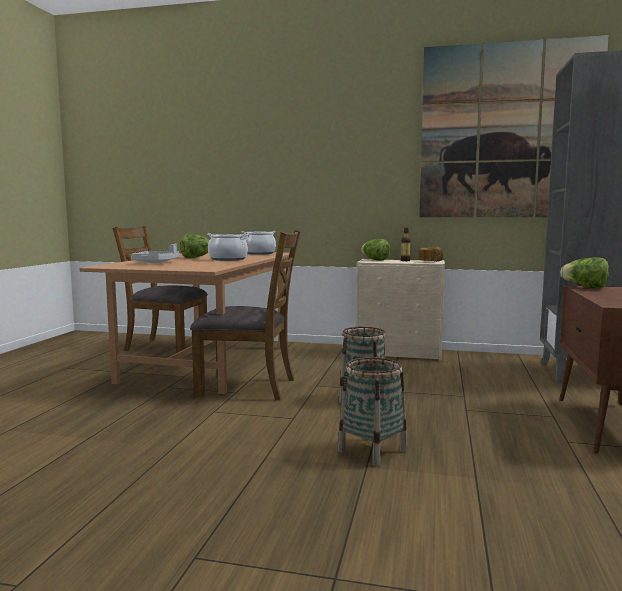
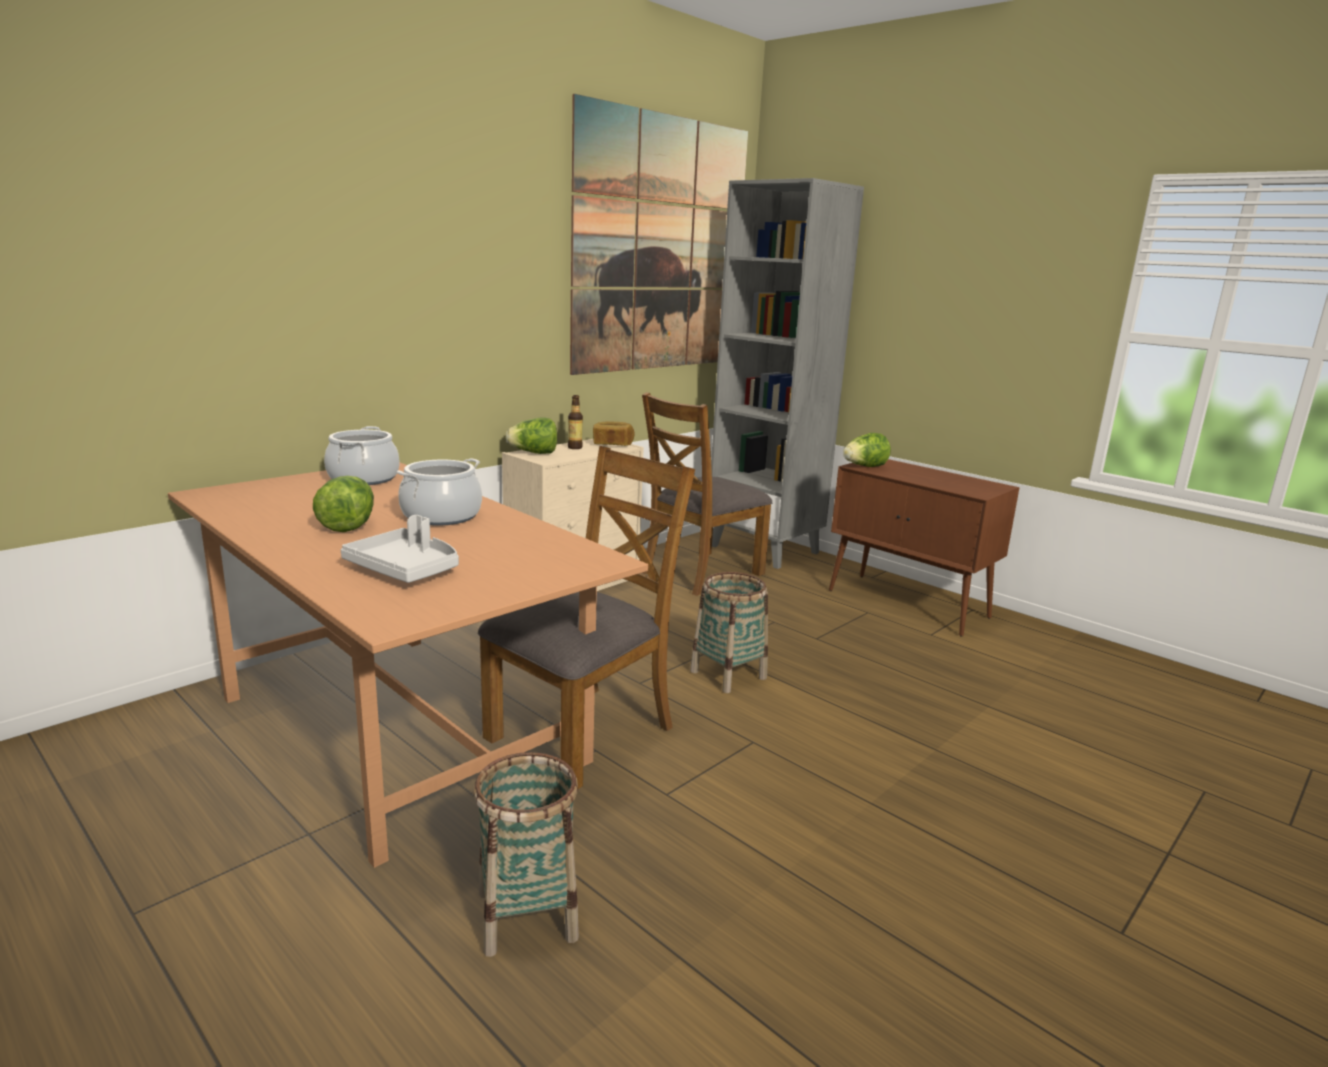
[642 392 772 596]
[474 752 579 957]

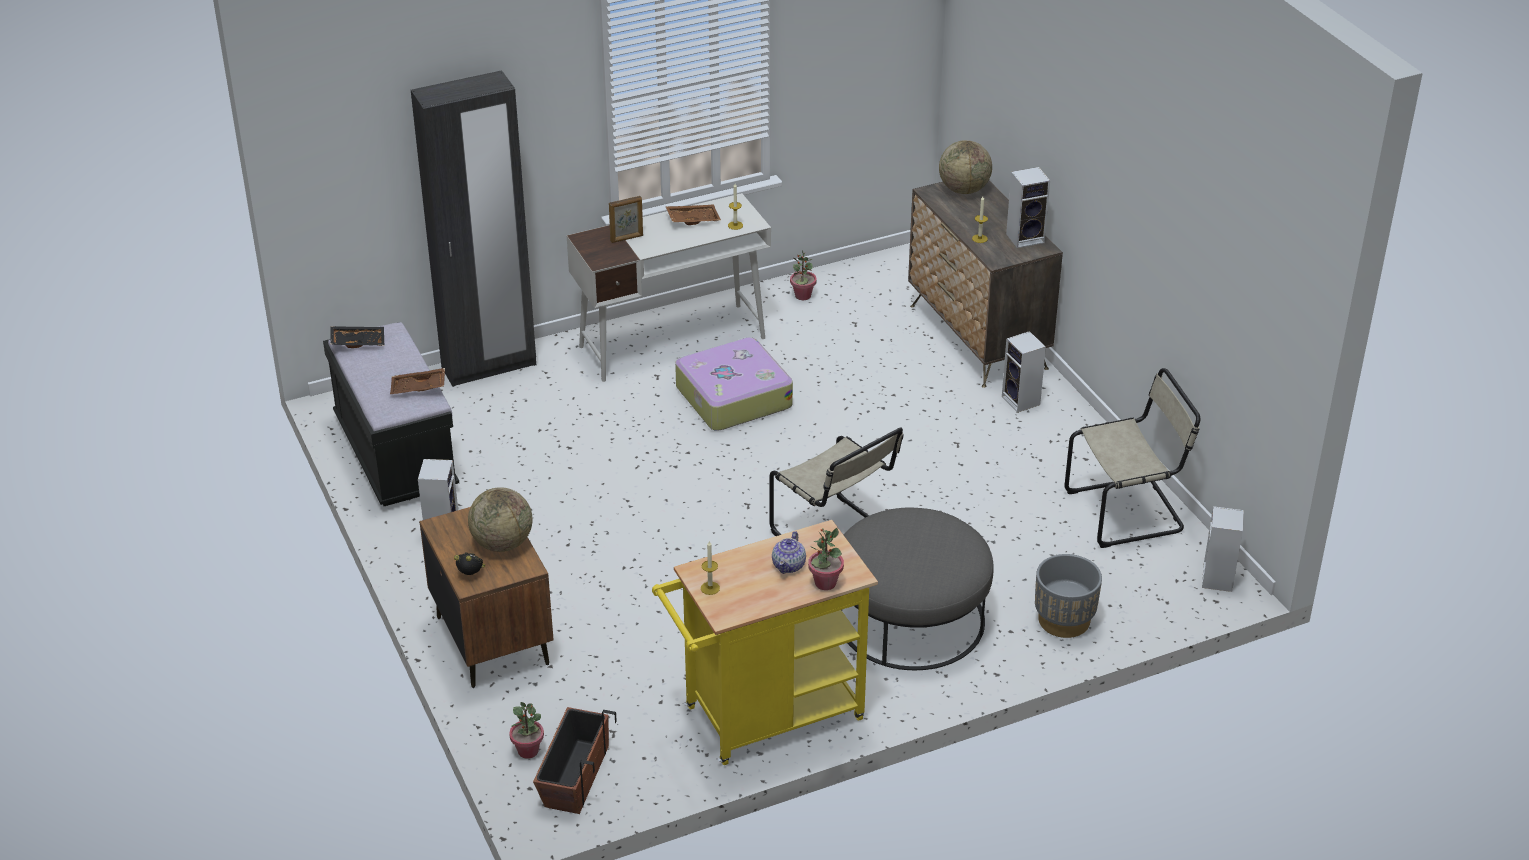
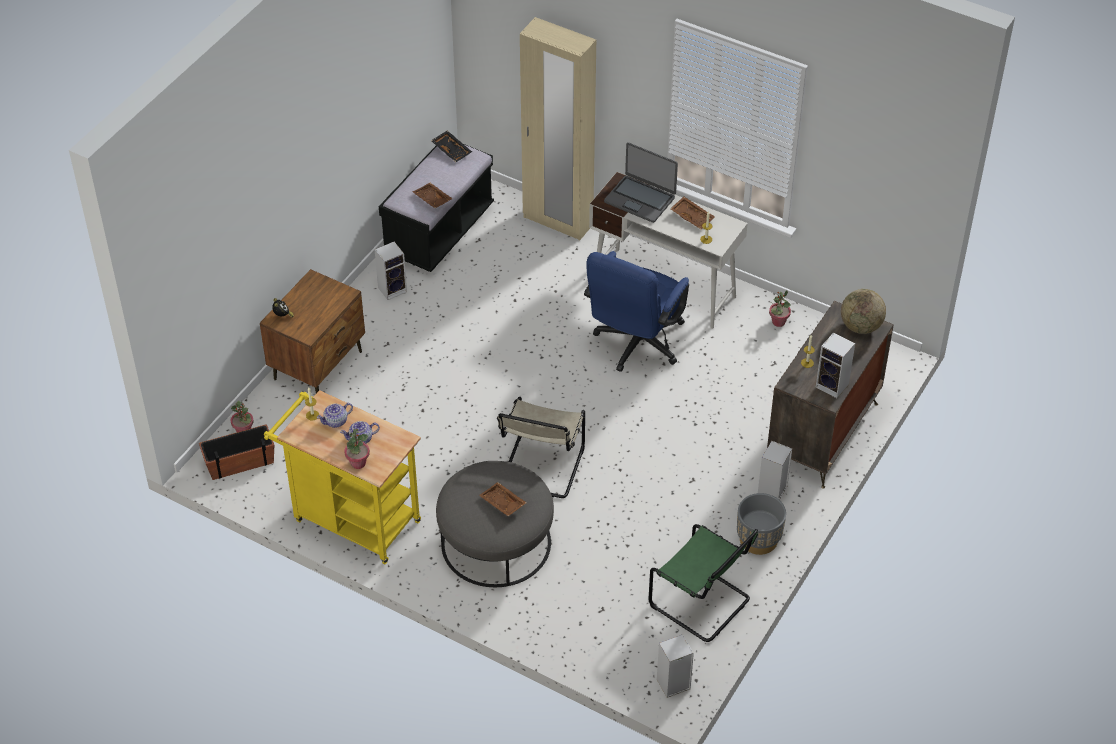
[520 17 596 241]
[468 487 533 552] (first image)
[604 142 678 223]
[584 251 689 372]
[737 493 786 555]
[649 524 758 642]
[317 403 353 428]
[479 482 527 516]

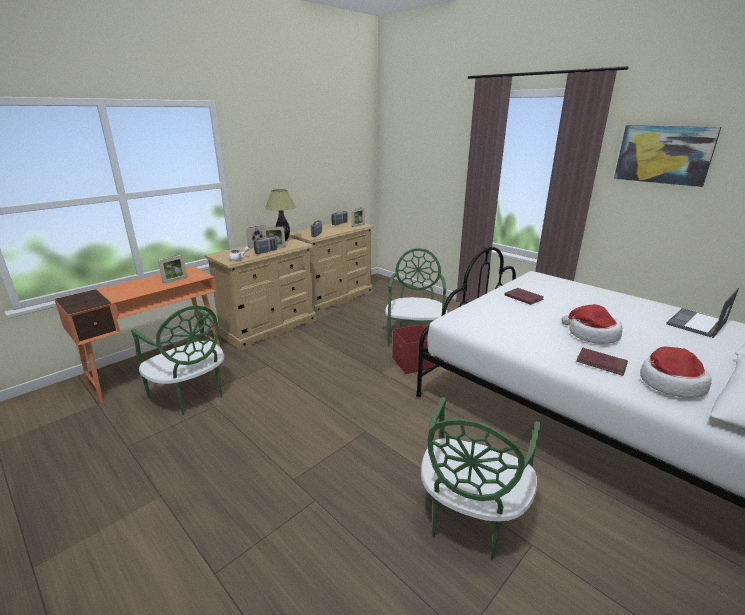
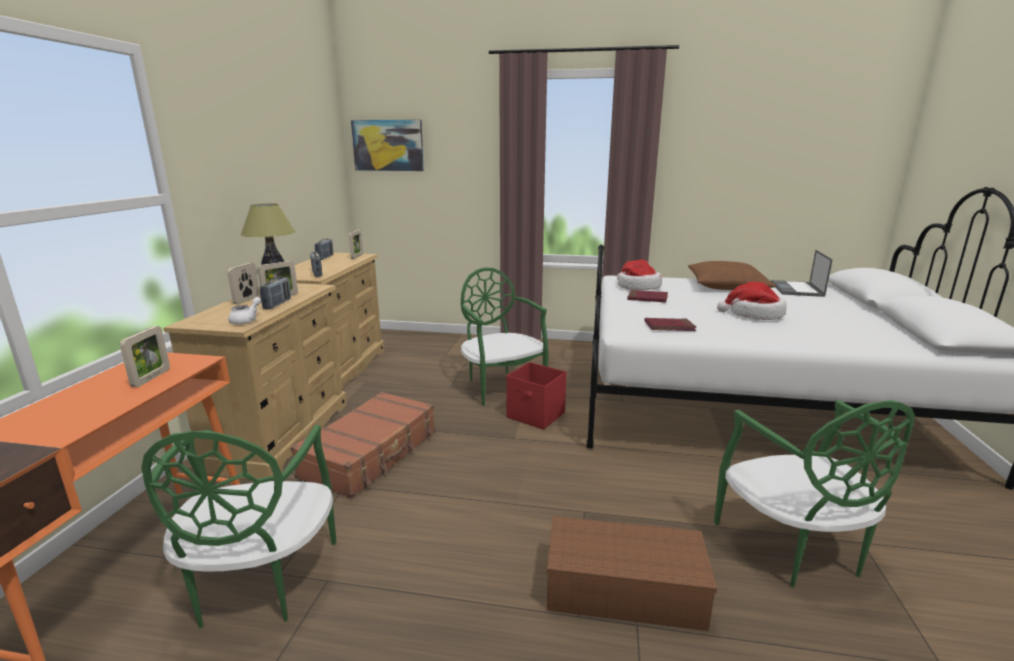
[141 425 336 628]
[645 318 696 331]
[351 120 424 171]
[617 260 662 290]
[290 392 435 499]
[547 516 717 631]
[688 261 776 290]

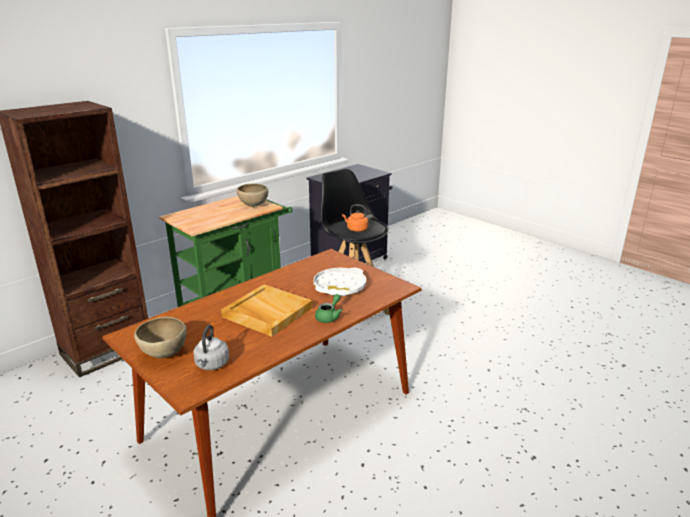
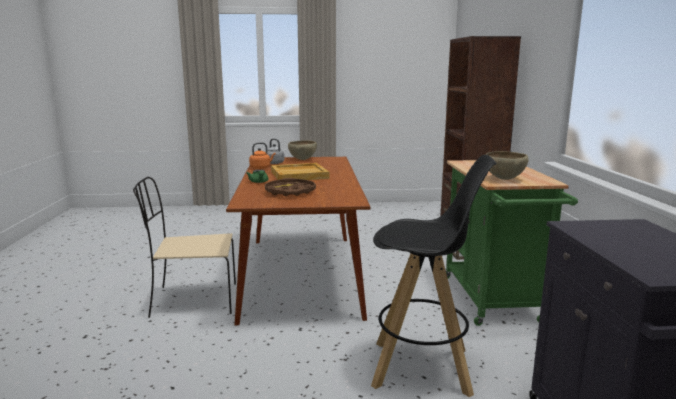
[265 178 316 196]
[249 142 276 169]
[133 177 236 318]

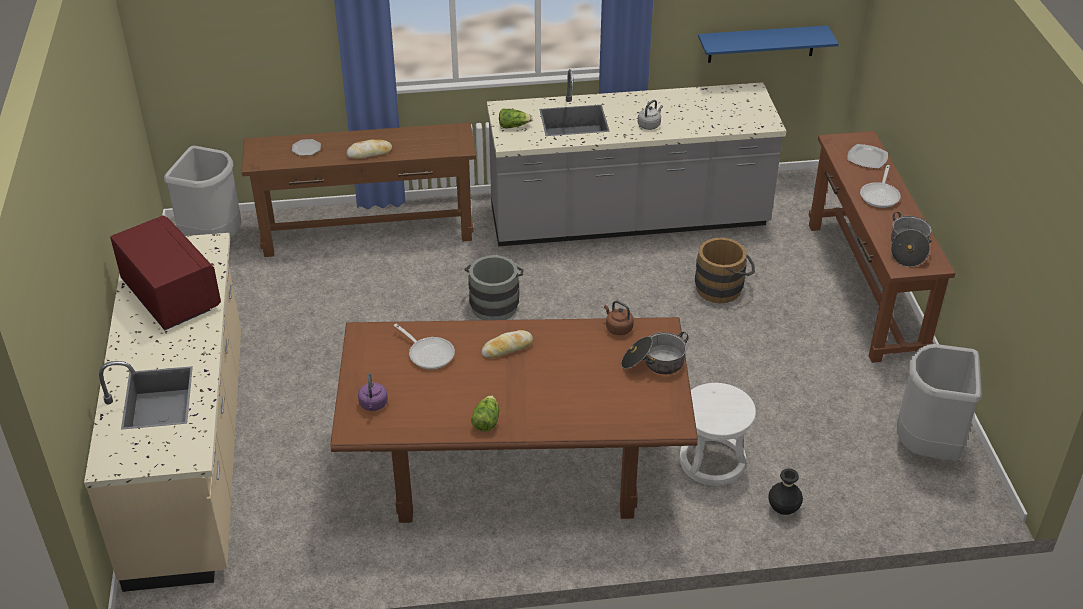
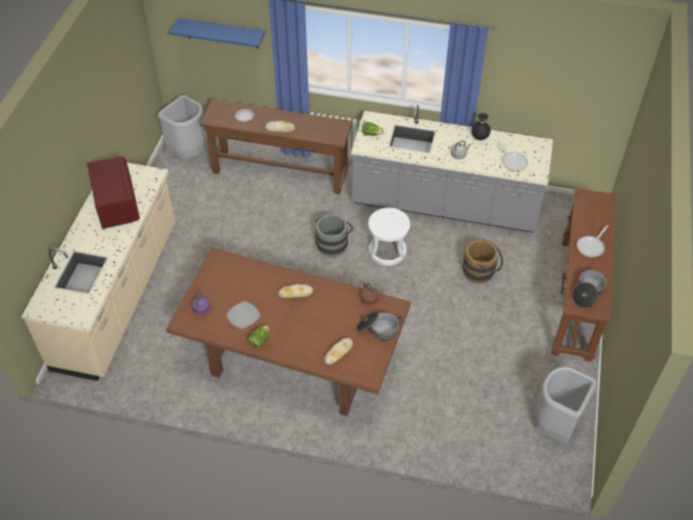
[498 140 528 171]
[368 208 410 266]
[169 18 265 48]
[471 113 491 140]
[226 301 261 329]
[324 338 353 364]

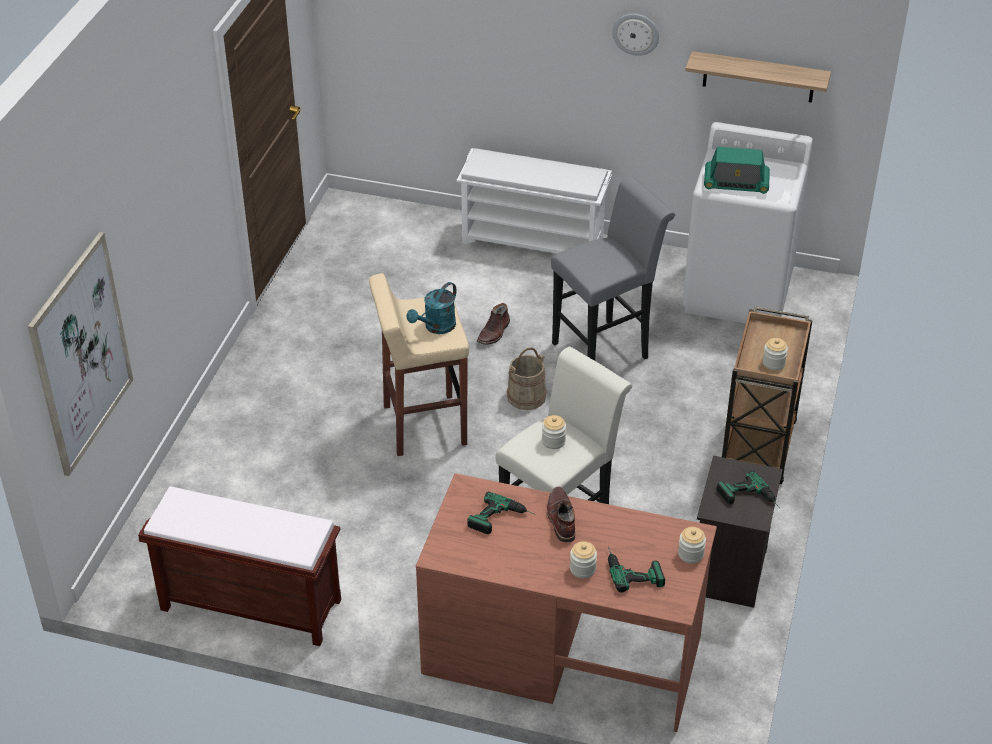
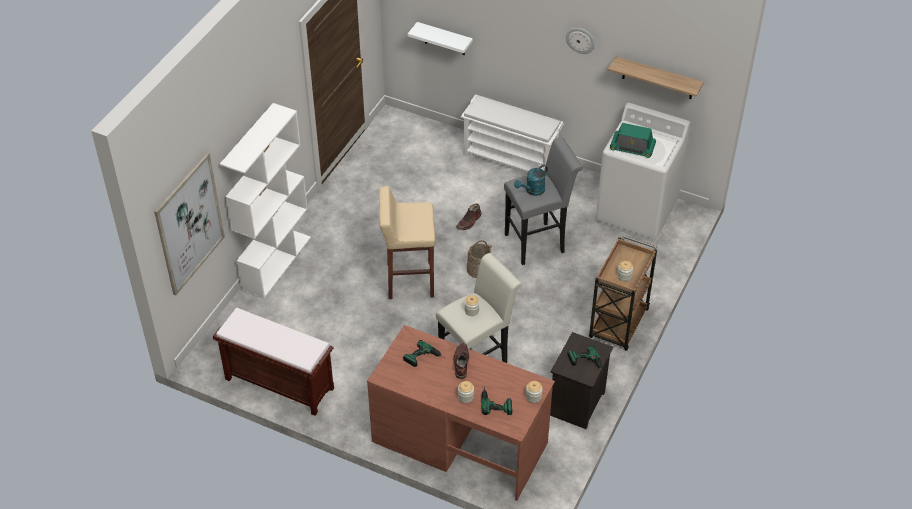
[514 165 548 196]
[220 103 311 299]
[408 22 473 55]

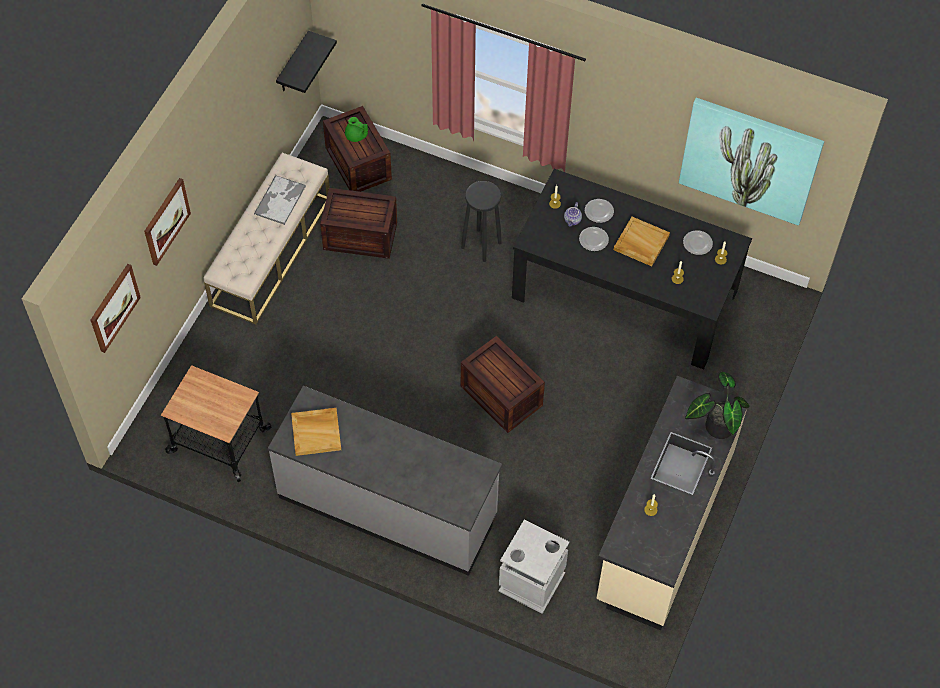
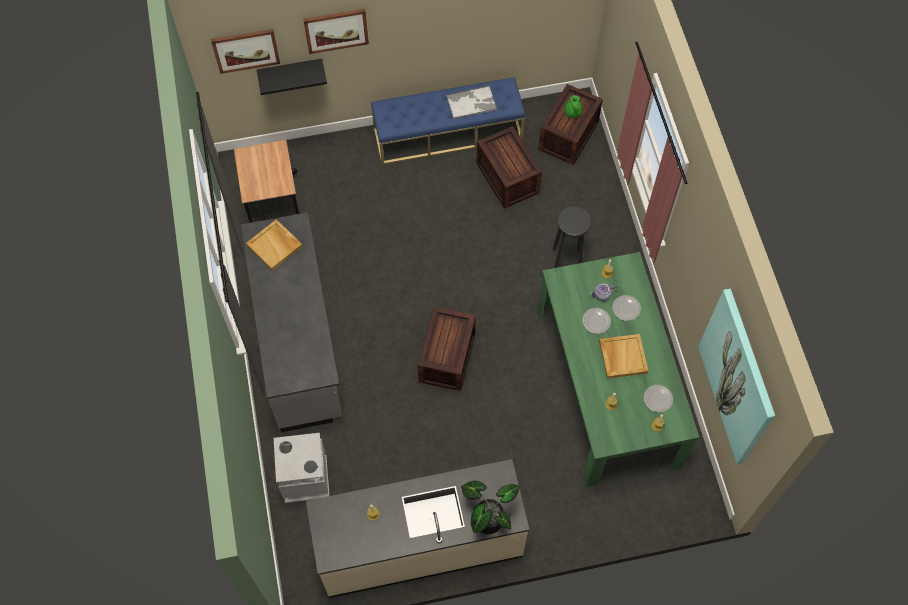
[371 77 525 165]
[257 59 327 95]
[538 252 699 487]

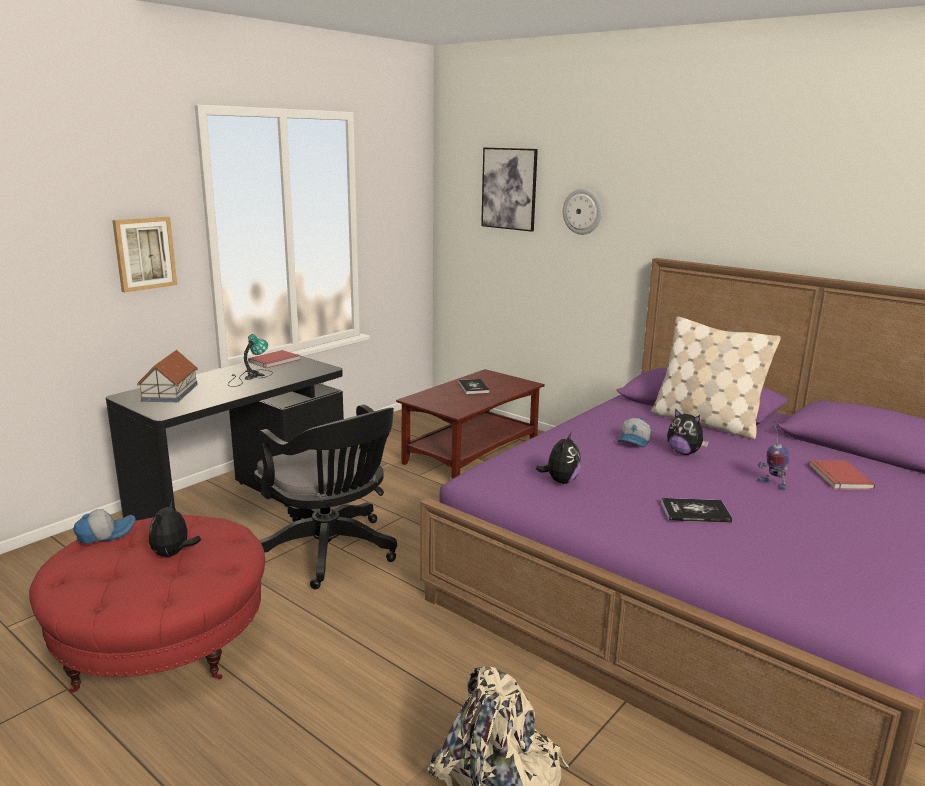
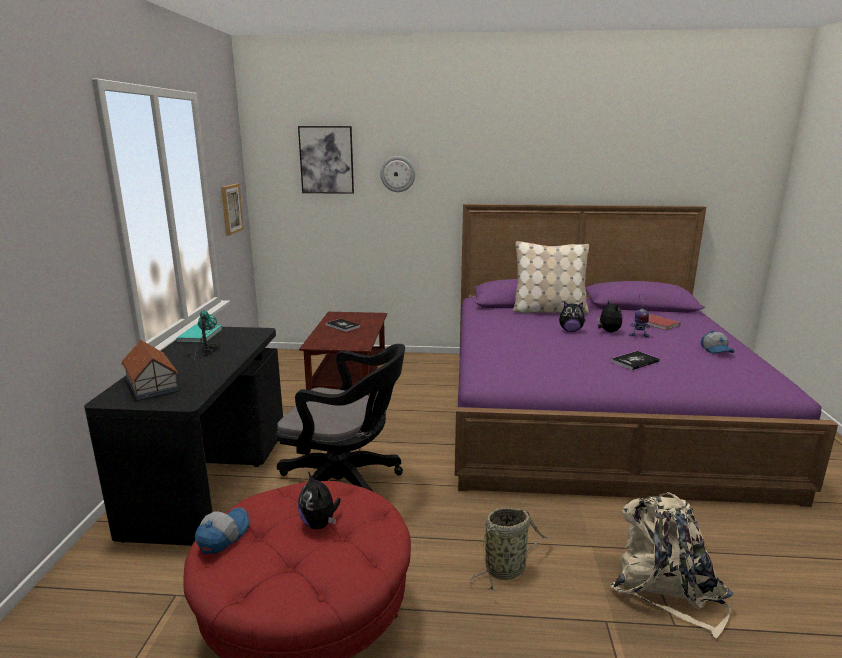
[221 184 244 235]
[176 324 222 343]
[597 300 622 332]
[701 331 734 354]
[470 507 551 591]

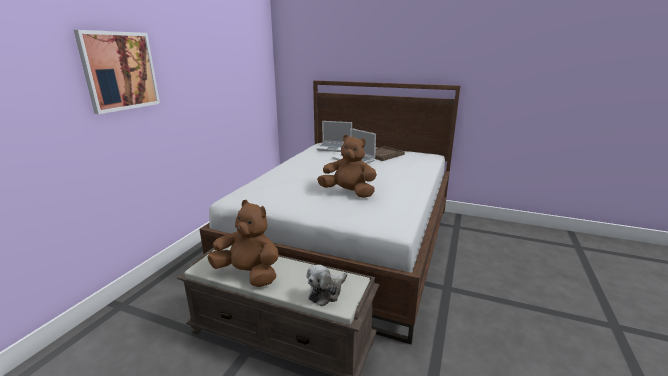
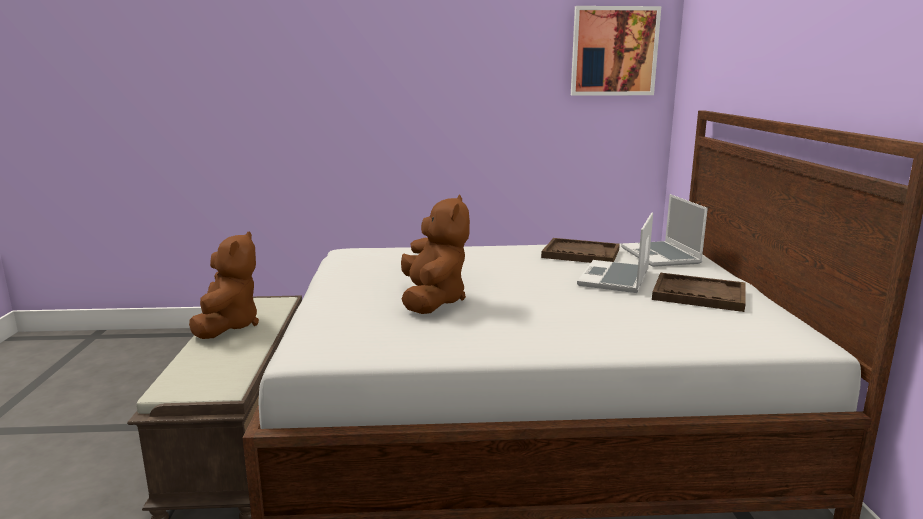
[571 6 661 96]
[306 265 347 307] (first image)
[541 238 620 263]

